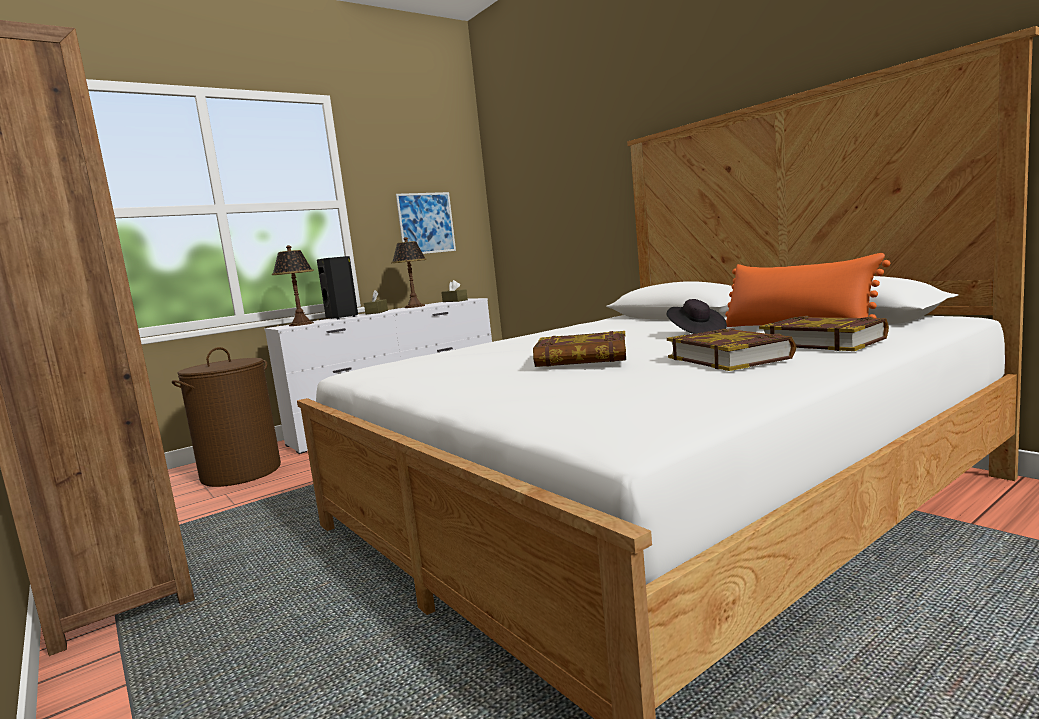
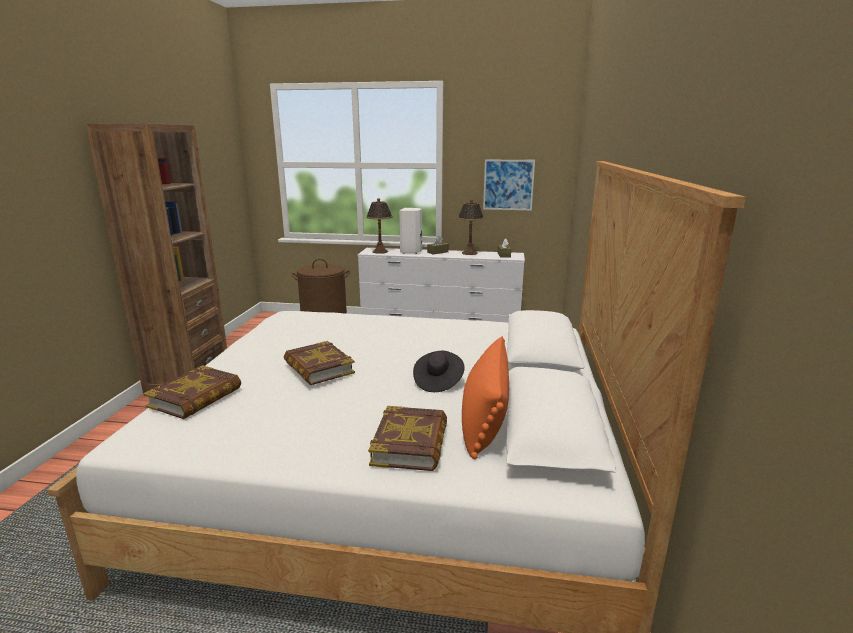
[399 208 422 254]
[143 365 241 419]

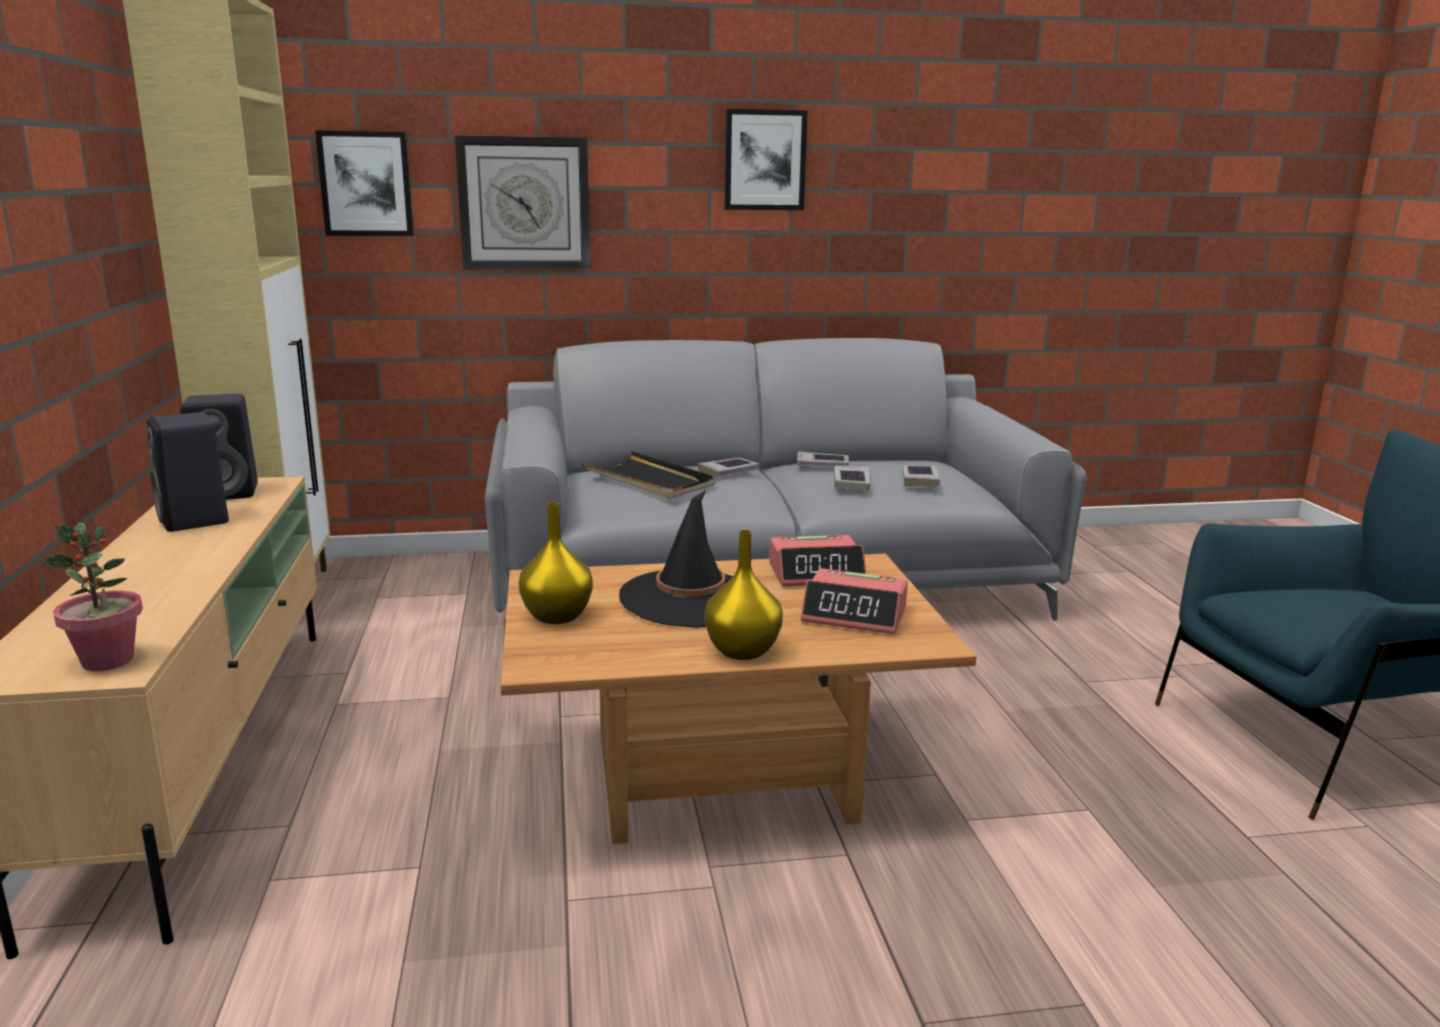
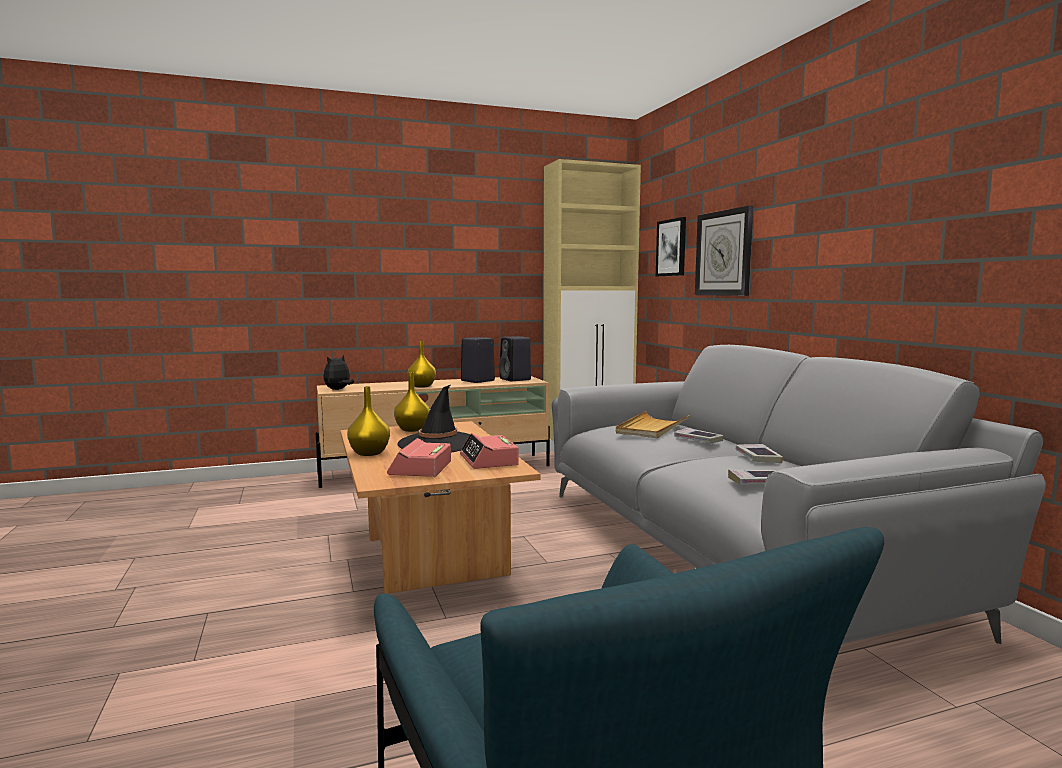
[323 355 354 390]
[616 411 689 438]
[724 109 808 210] (first image)
[834 466 870 491] (first image)
[408 341 436 388]

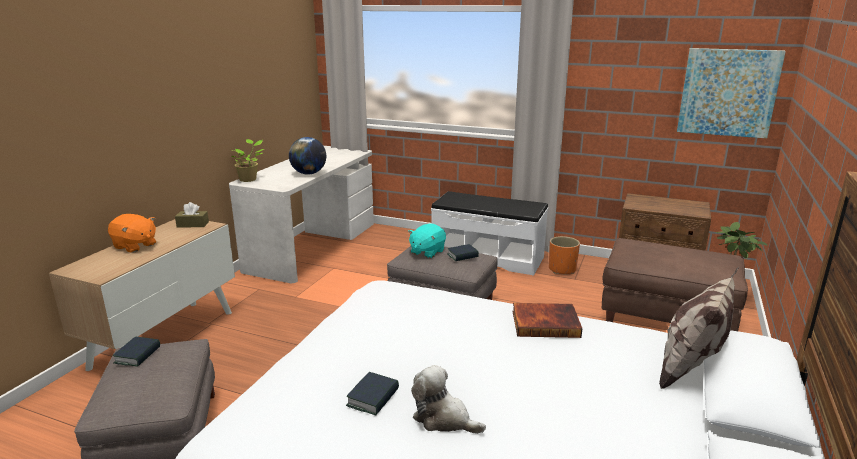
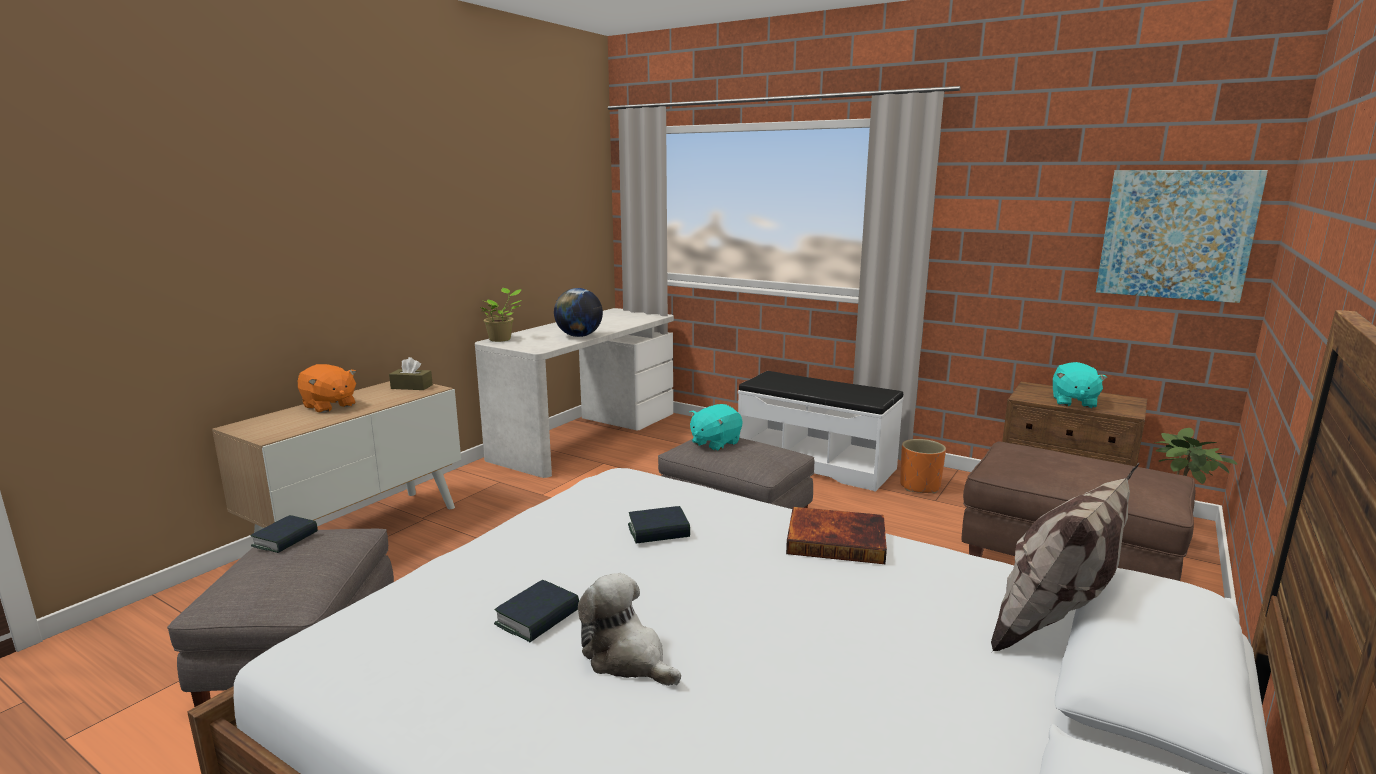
[628 506 690 544]
[1053 362 1107 408]

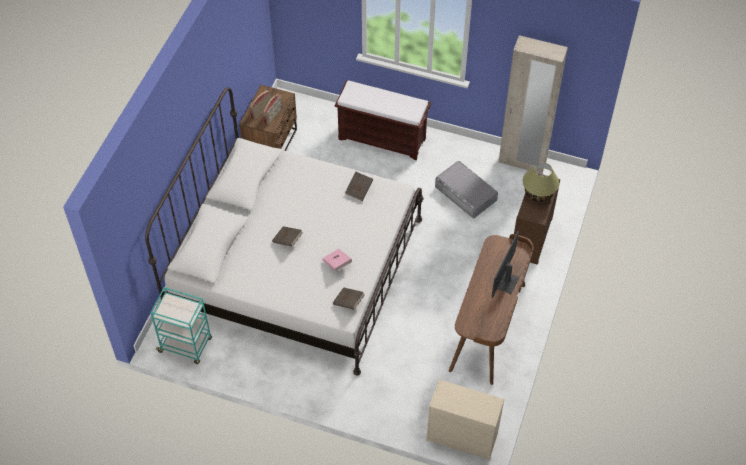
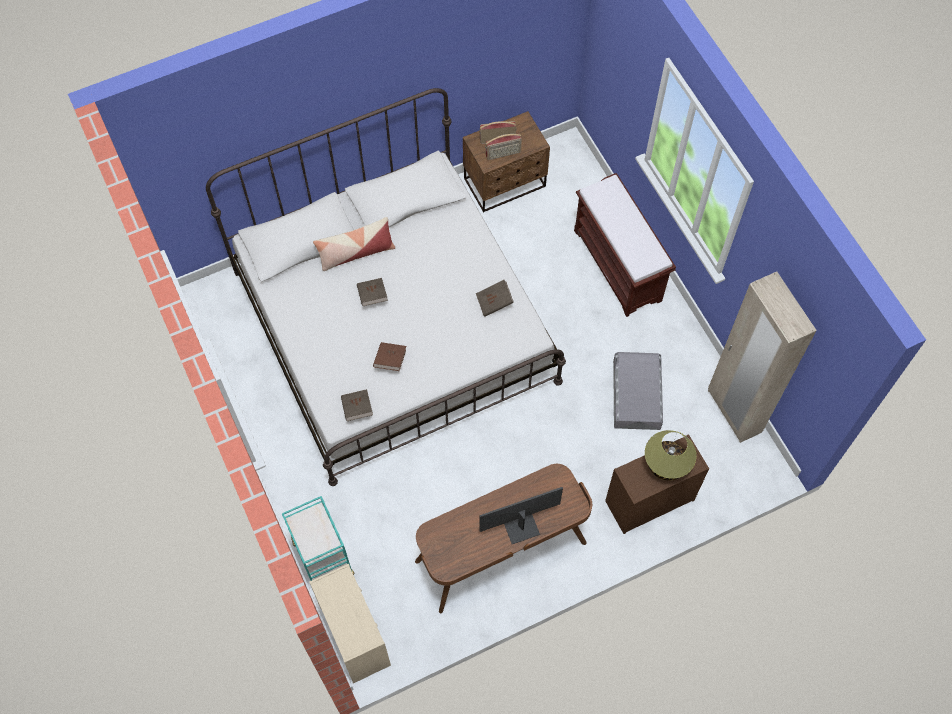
[282 496 354 581]
[373 342 406 371]
[313 217 395 271]

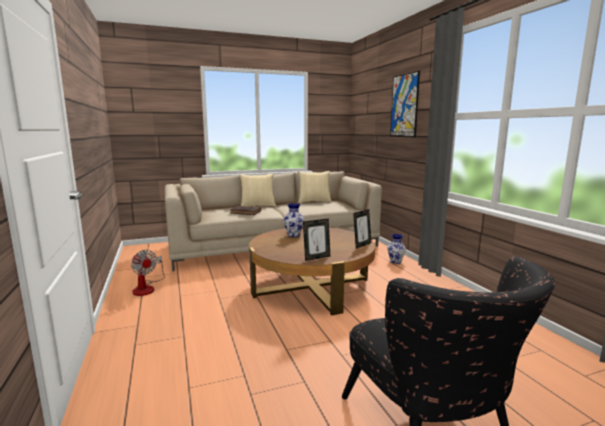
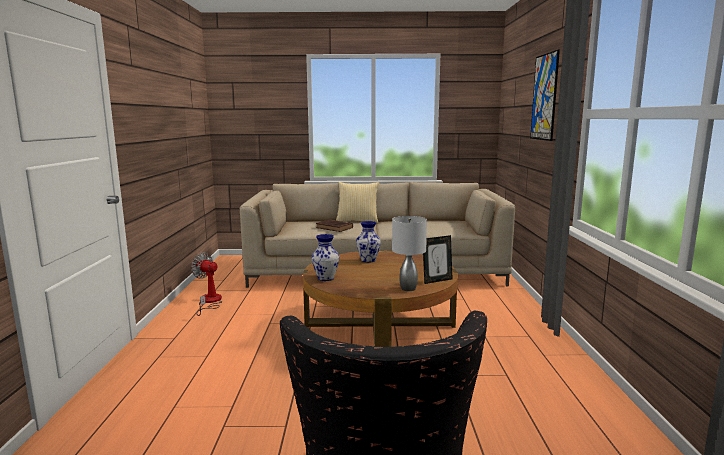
[191 252 222 316]
[298 171 332 203] (first image)
[303 218 330 261] (first image)
[311 234 339 281]
[392 216 427 291]

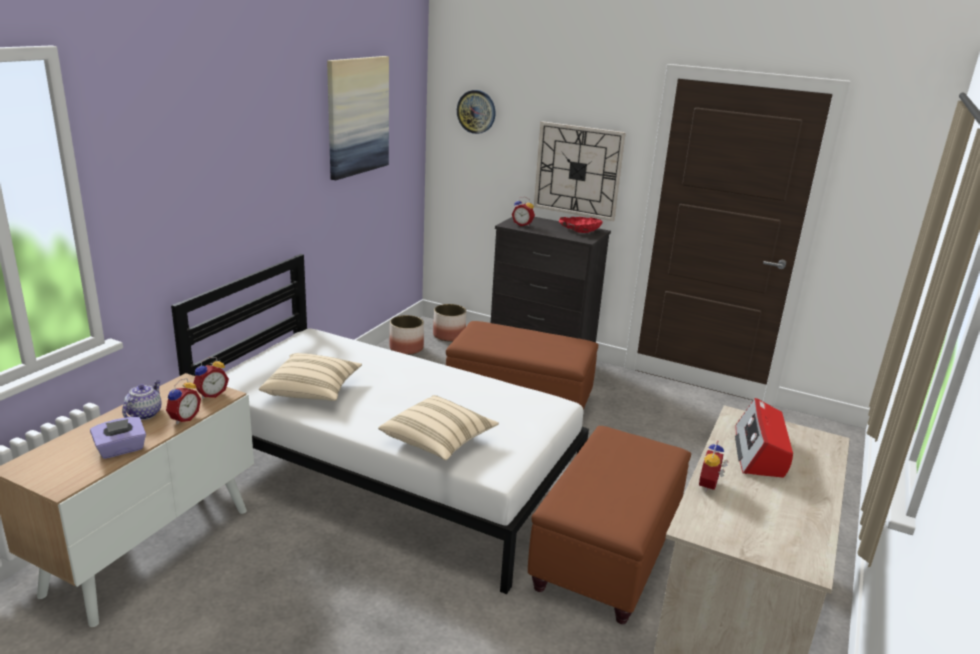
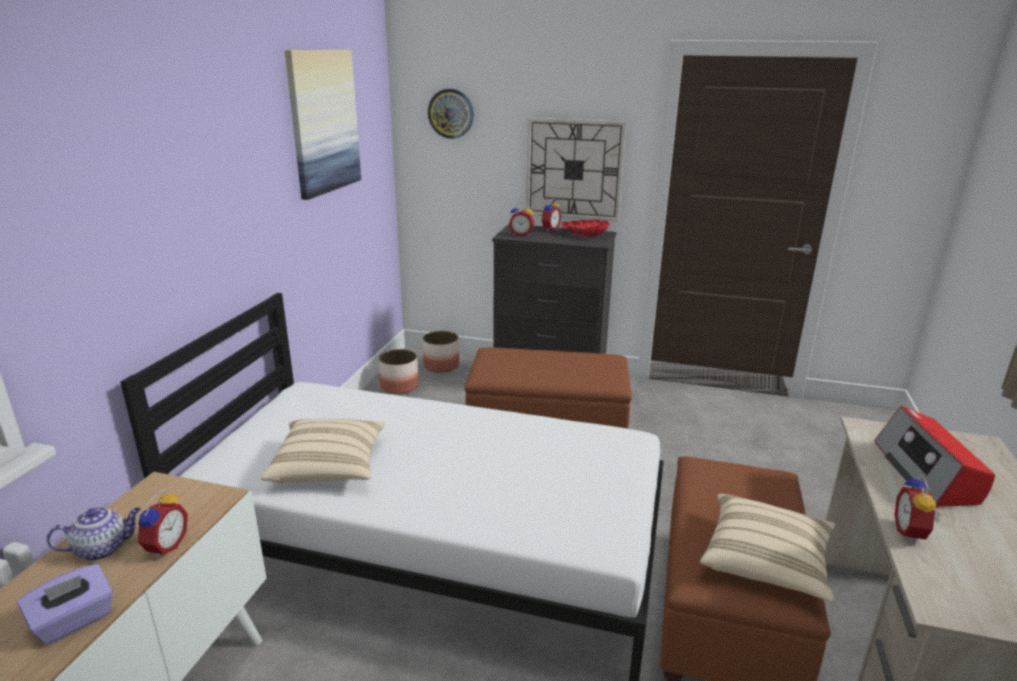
[46 507 141 561]
[541 198 561 231]
[700 494 835 602]

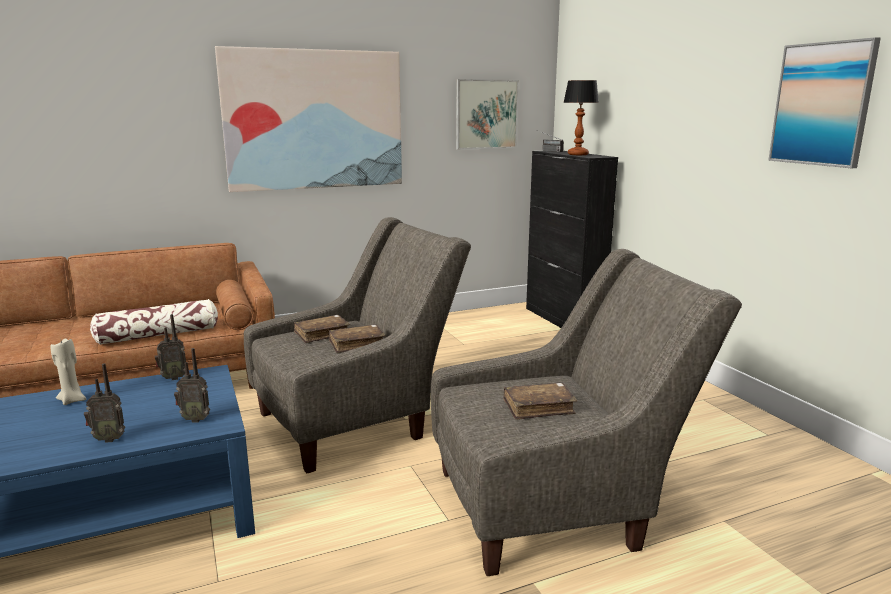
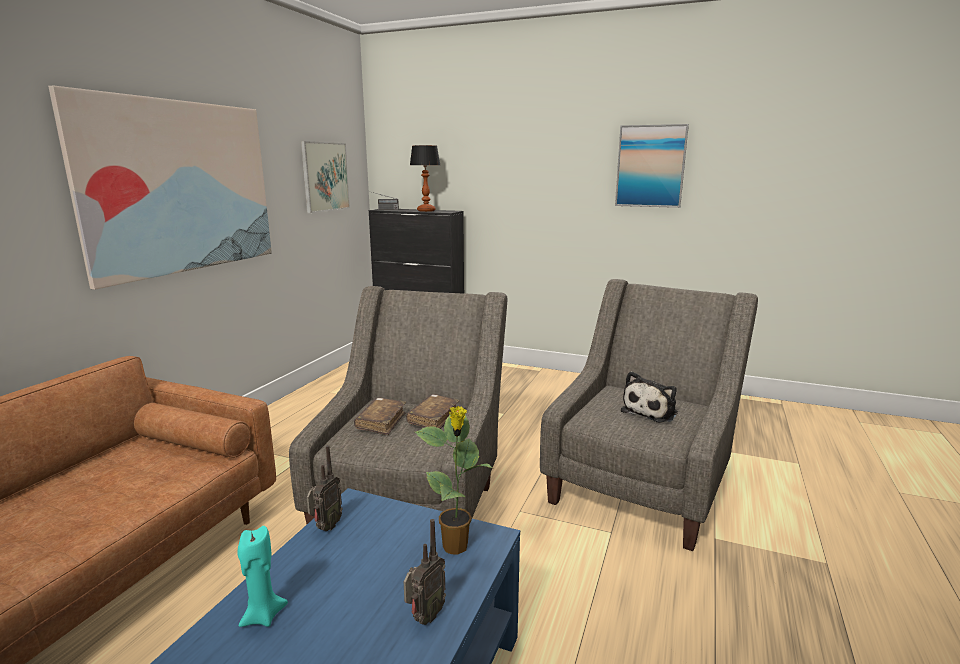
[238 526 288 627]
[90 299 218 345] (first image)
[415 406 493 555]
[621 371 678 423]

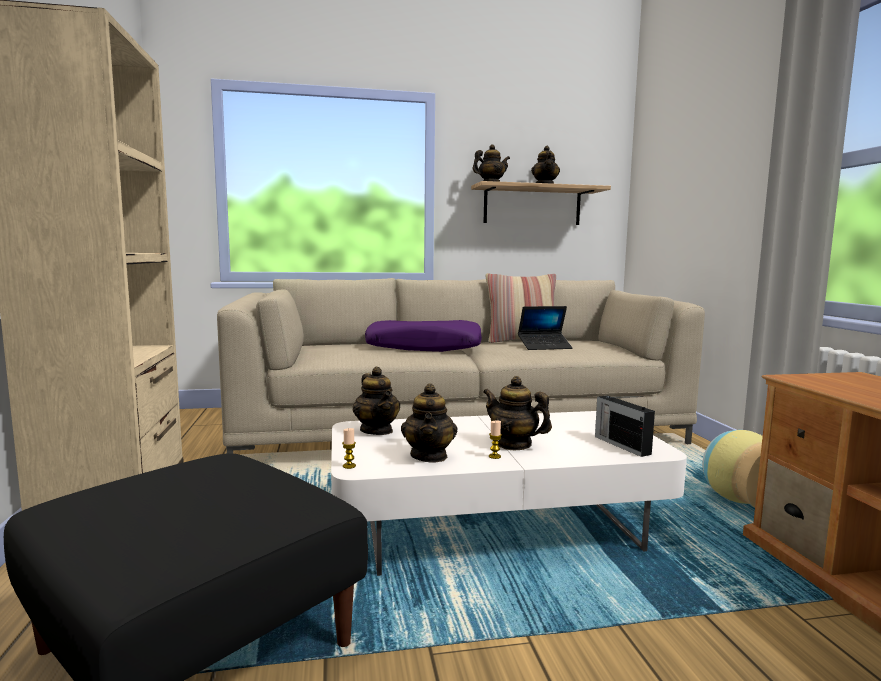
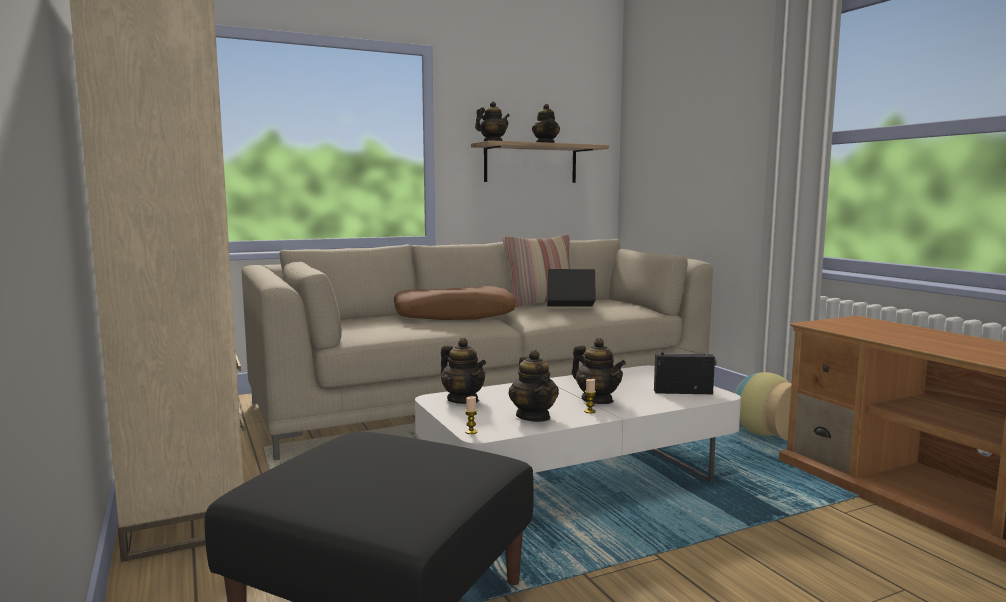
[394 286 516 320]
[572 338 626 404]
[547 269 596 307]
[654 344 717 394]

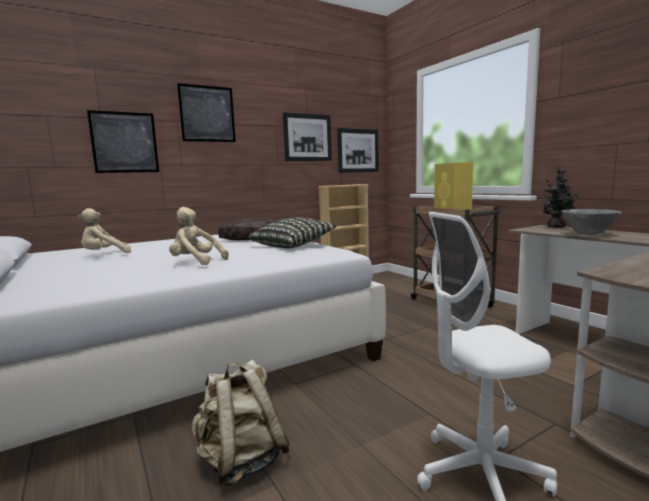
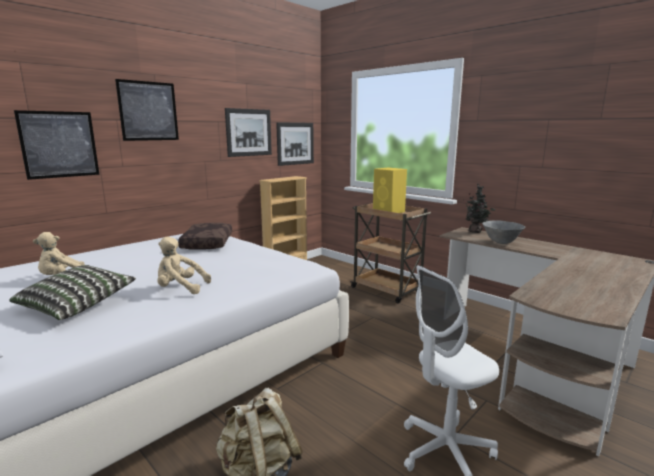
[9 265 136 320]

